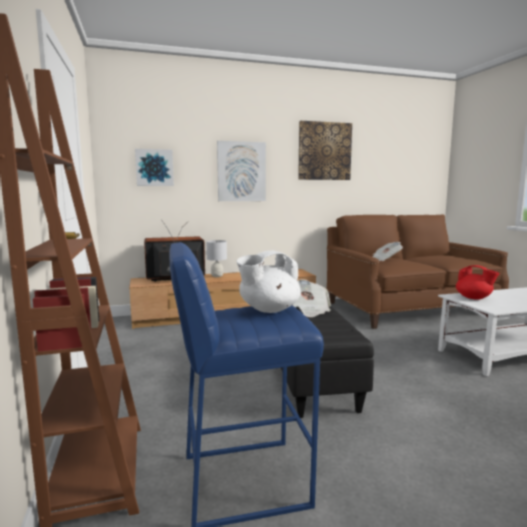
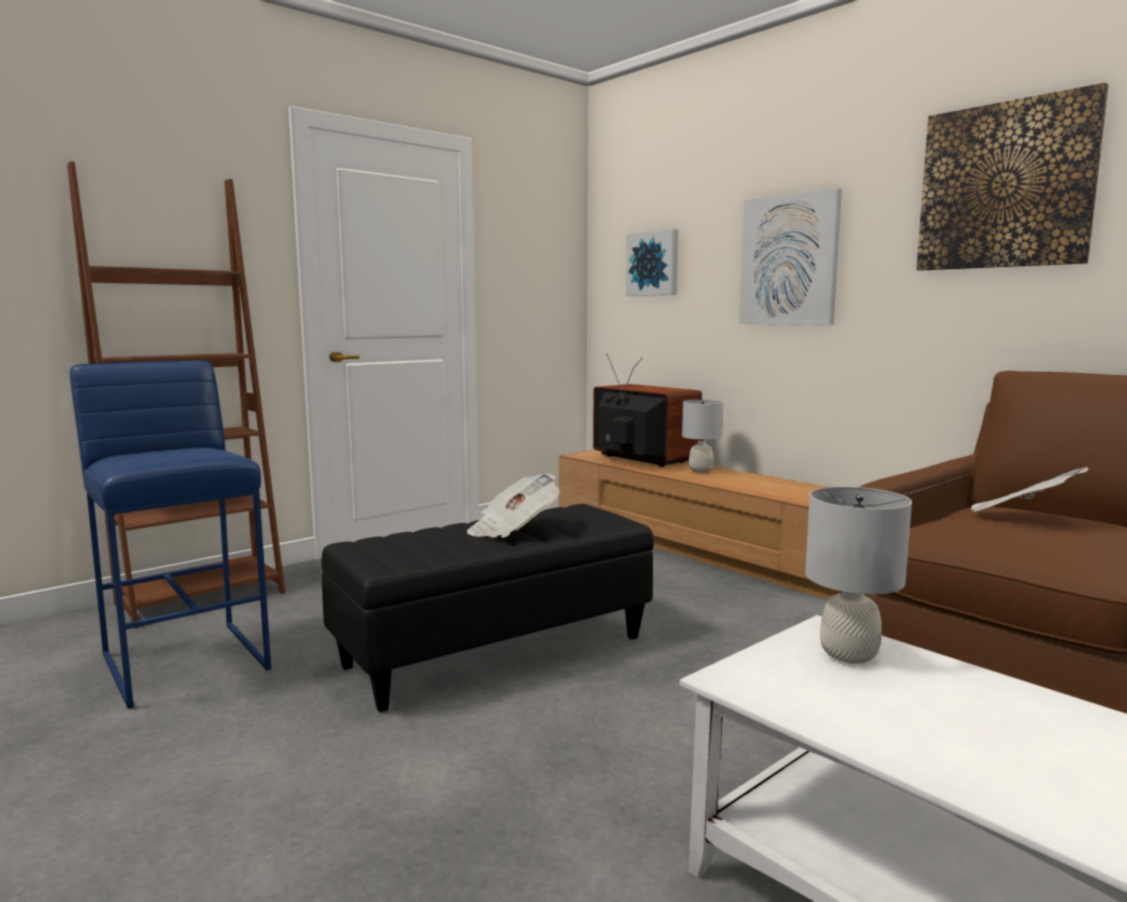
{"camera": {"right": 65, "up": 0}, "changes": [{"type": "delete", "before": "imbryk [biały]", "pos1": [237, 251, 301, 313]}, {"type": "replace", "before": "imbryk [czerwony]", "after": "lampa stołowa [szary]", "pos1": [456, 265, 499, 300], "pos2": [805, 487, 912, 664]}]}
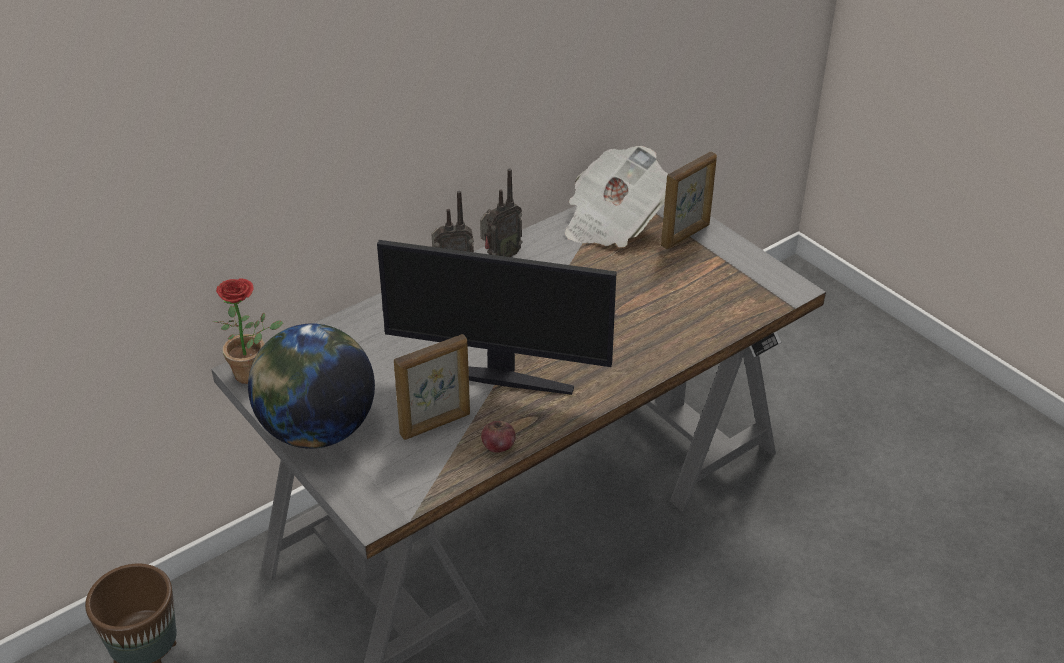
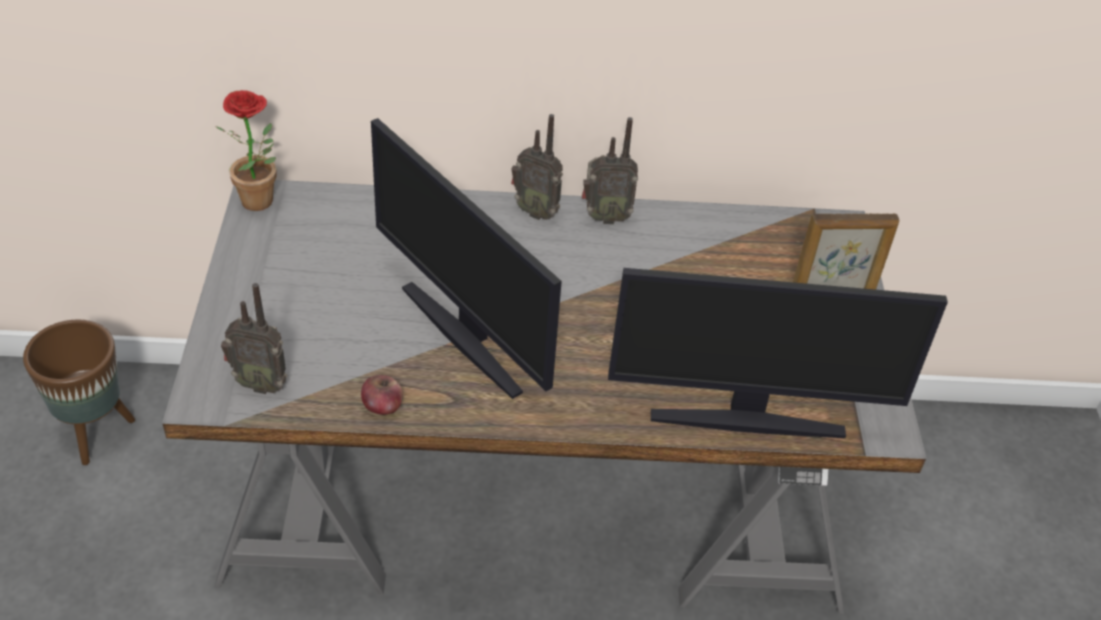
{"camera": {"right": 35, "up": 5}, "changes": [{"type": "delete", "before": "globus", "pos1": [248, 324, 375, 449]}, {"type": "delete", "before": "ramka na zdjęcie", "pos1": [394, 334, 470, 440]}, {"type": "delete", "before": "gazeta", "pos1": [565, 146, 668, 248]}, {"type": "insert", "after": "radio", "pos2": [221, 283, 288, 394]}, {"type": "insert", "after": "monitor", "pos2": [608, 268, 948, 438]}]}
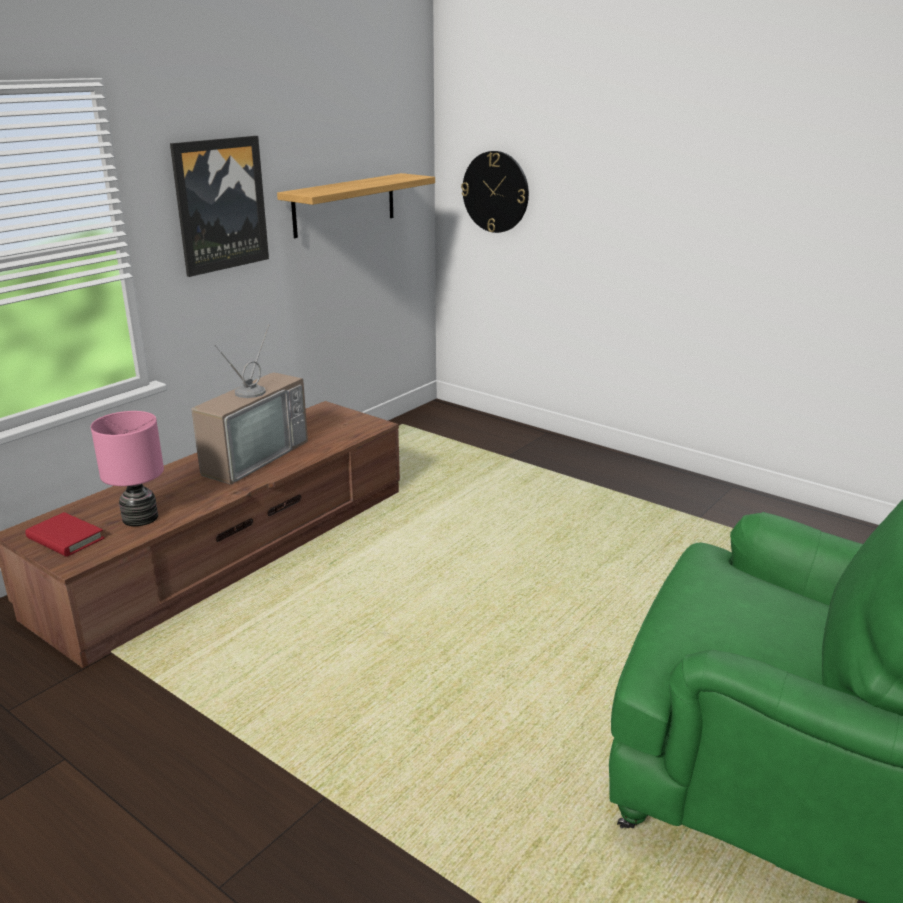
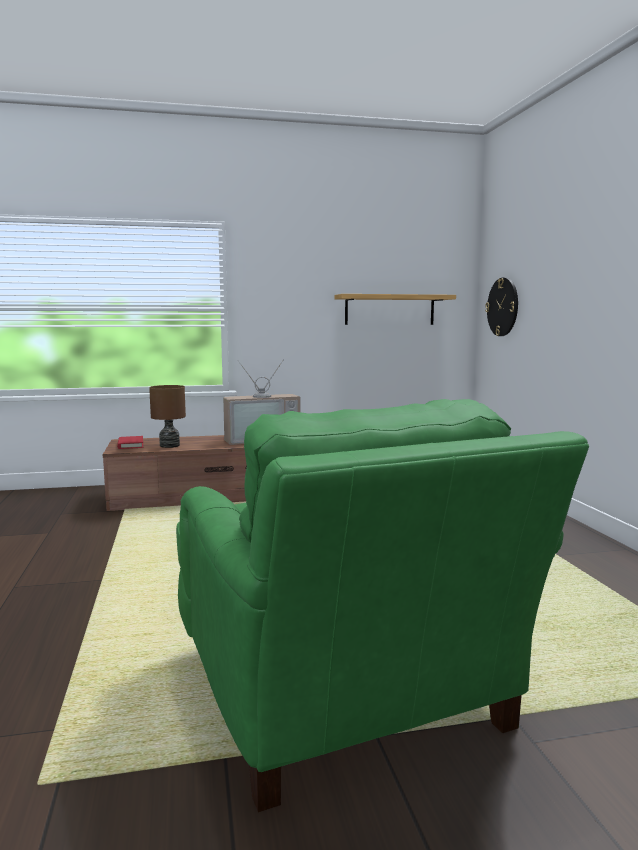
{"camera": {"right": 40, "up": -15}, "changes": [{"type": "recolor", "before": "lampa stołowa [różowy]", "after": "lampa stołowa [brązowy]", "pos1": [91, 411, 164, 526], "pos2": [149, 385, 186, 448]}, {"type": "delete", "before": "obraz", "pos1": [170, 136, 269, 277]}]}
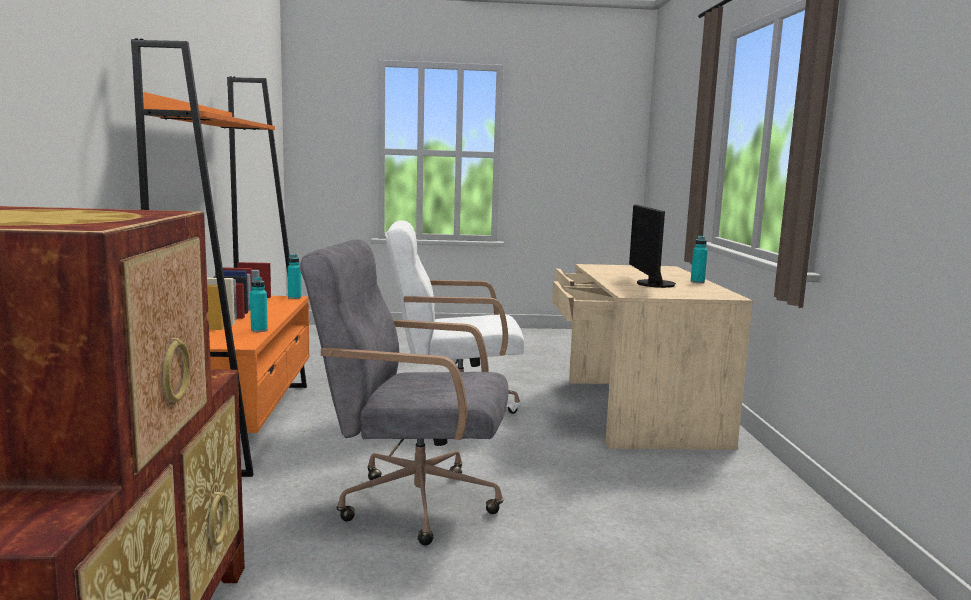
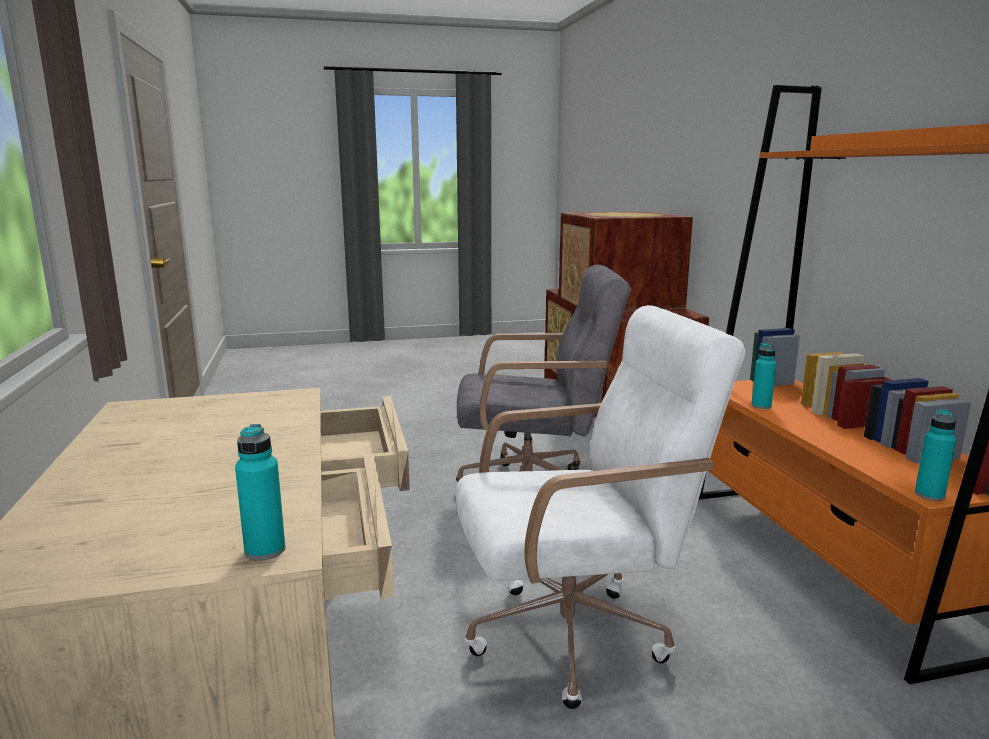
{"camera": {"right": 170, "up": 5}, "changes": [{"type": "delete", "before": "monitor", "pos1": [629, 204, 676, 288]}, {"type": "move", "before": "butelka [turkusowy]", "pos1": [690, 236, 708, 283], "pos2": [235, 424, 285, 561]}]}
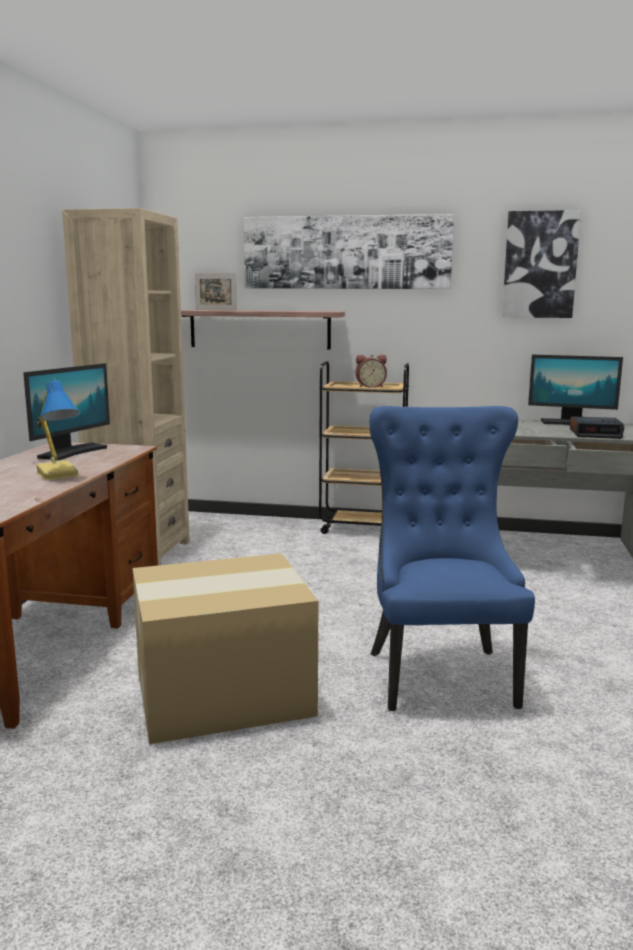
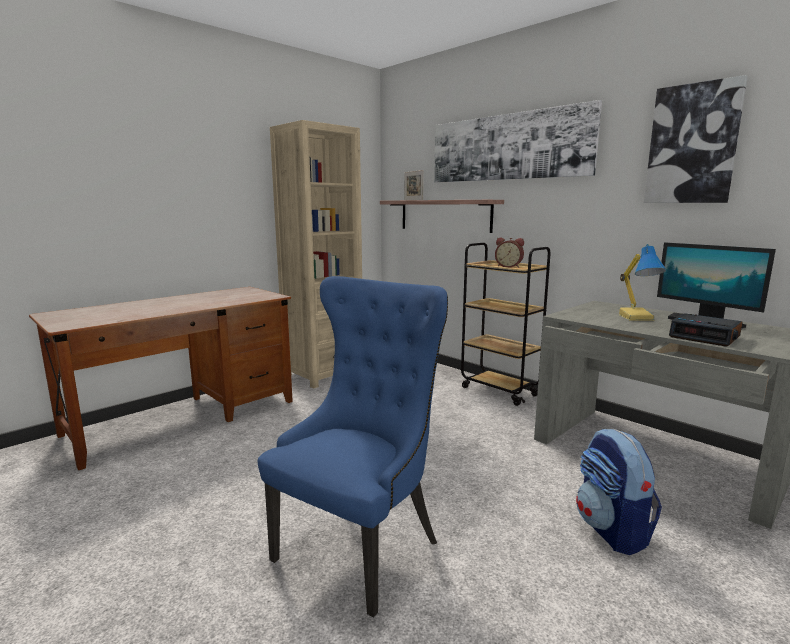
{"camera": {"right": 35, "up": 0}, "changes": [{"type": "delete", "before": "monitor", "pos1": [23, 363, 110, 460]}, {"type": "move", "before": "lampa stołowa", "pos1": [37, 378, 79, 480], "pos2": [619, 244, 666, 321]}, {"type": "delete", "before": "karton", "pos1": [133, 553, 319, 744]}, {"type": "insert", "after": "plecak", "pos2": [576, 429, 662, 555]}]}
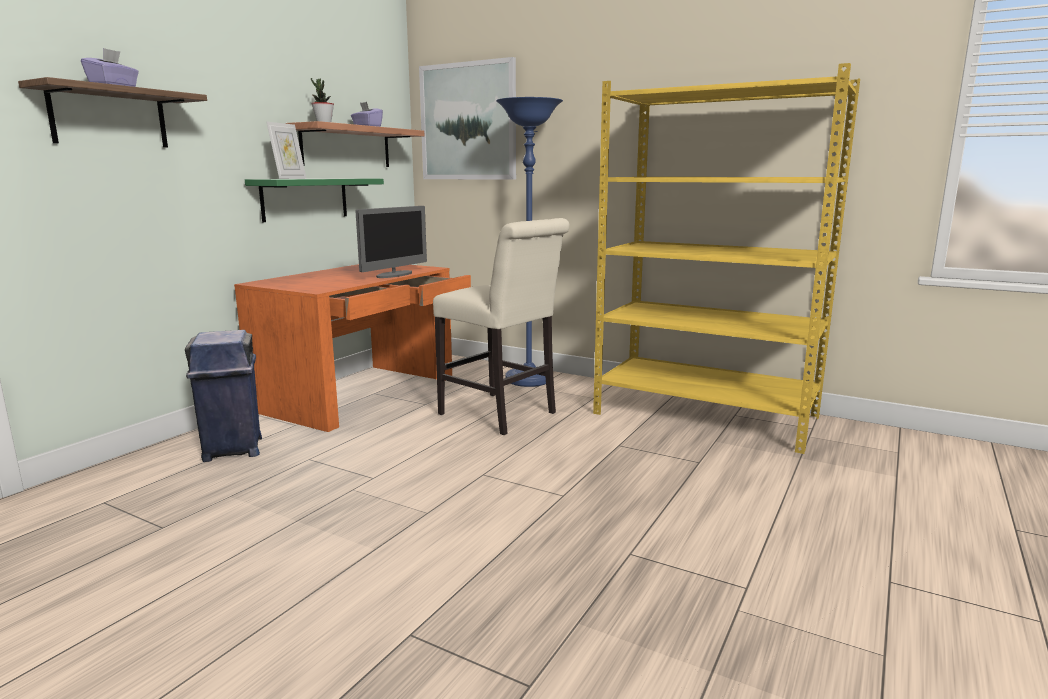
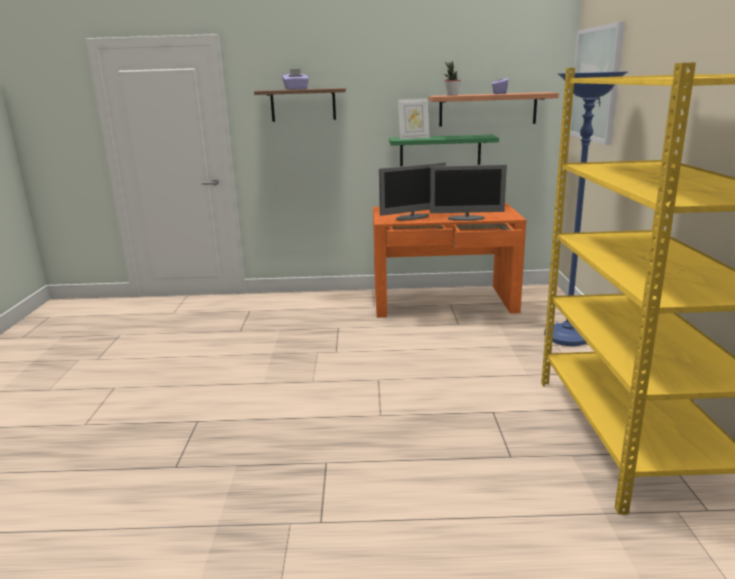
{"camera": {"right": 60, "up": 5}, "changes": [{"type": "delete", "before": "kosz na śmieci [niebieski]", "pos1": [185, 330, 262, 462]}, {"type": "delete", "before": "stołek [beżowy]", "pos1": [433, 218, 570, 435]}, {"type": "insert", "after": "monitor", "pos2": [379, 162, 446, 220]}]}
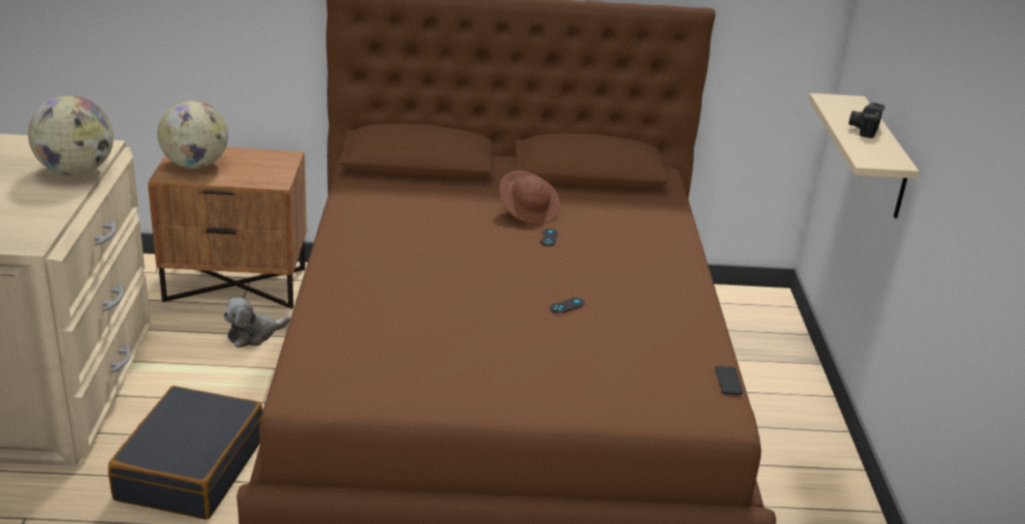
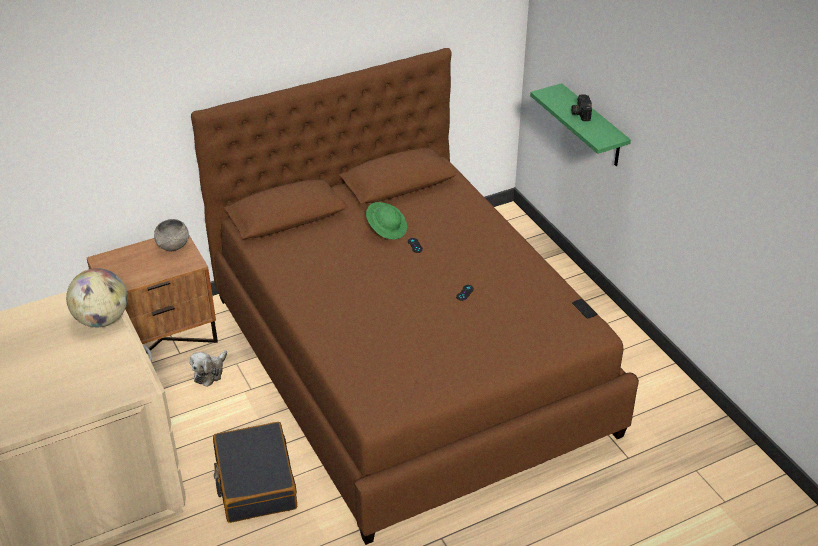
{"camera": {"right": -25, "up": 10}, "changes": [{"type": "delete", "before": "globus", "pos1": [158, 100, 228, 169]}, {"type": "recolor", "before": "kapelusz [brązowy]", "after": "kapelusz [zielony]", "pos1": [500, 170, 560, 224], "pos2": [366, 202, 407, 239]}, {"type": "recolor", "before": "półka [beżowy]", "after": "półka [zielony]", "pos1": [809, 93, 919, 218], "pos2": [530, 83, 631, 166]}, {"type": "insert", "after": "miska [szary]", "pos2": [154, 219, 189, 251]}]}
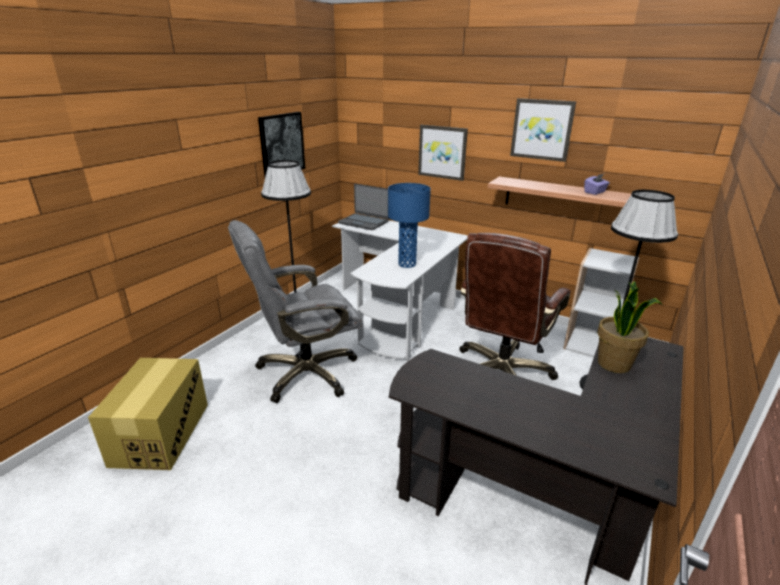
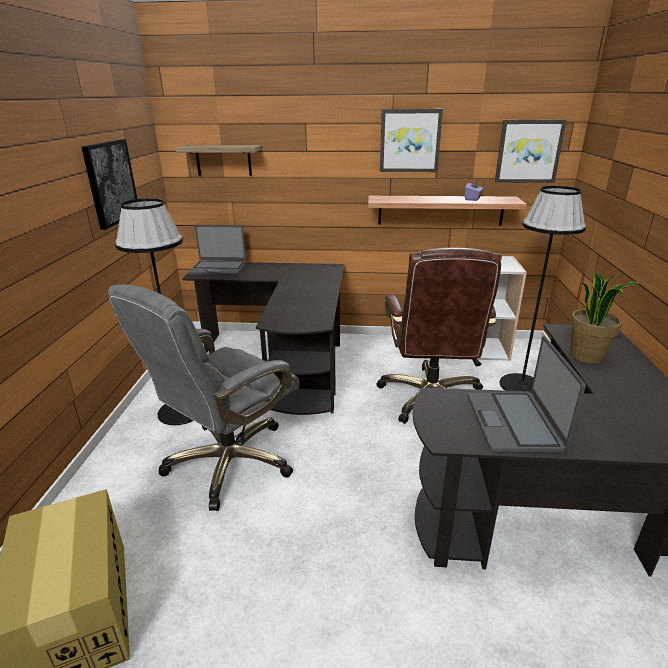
{"camera": {"right": -25, "up": 0}, "changes": [{"type": "recolor", "before": "biurko [biały]", "after": "biurko [czarny]", "pos1": [332, 220, 468, 361], "pos2": [182, 262, 344, 415]}, {"type": "delete", "before": "lampa stołowa [niebieski]", "pos1": [388, 183, 431, 268]}, {"type": "move", "before": "obraz", "pos1": [418, 125, 468, 181], "pos2": [495, 119, 567, 183]}, {"type": "insert", "after": "półka", "pos2": [175, 145, 261, 176]}, {"type": "insert", "after": "laptop", "pos2": [467, 336, 586, 452]}]}
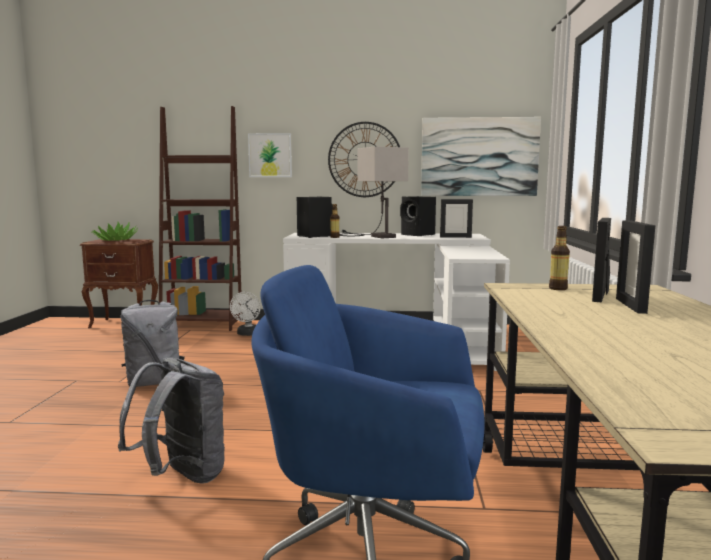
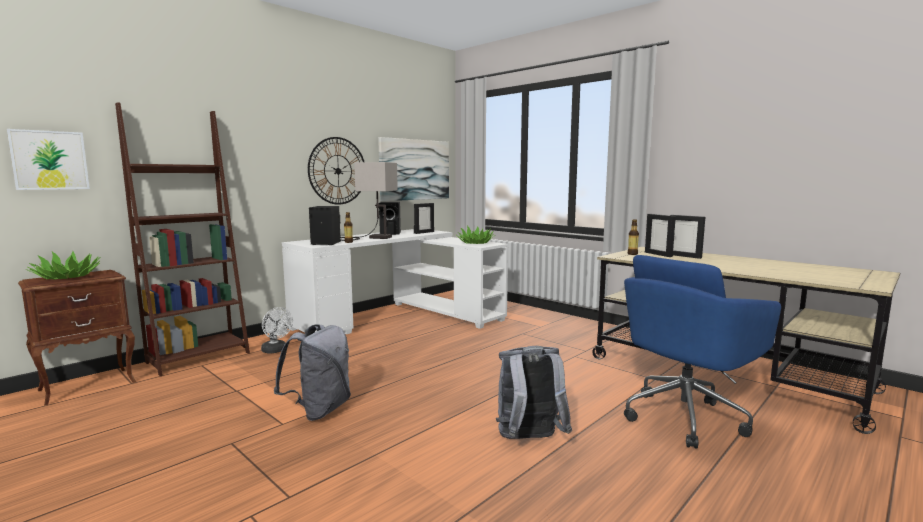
{"camera": {"right": -50, "up": 0}, "changes": [{"type": "move", "before": "obraz", "pos1": [248, 133, 292, 177], "pos2": [7, 129, 90, 190]}, {"type": "insert", "after": "roślina doniczkowa", "pos2": [457, 226, 494, 244]}]}
